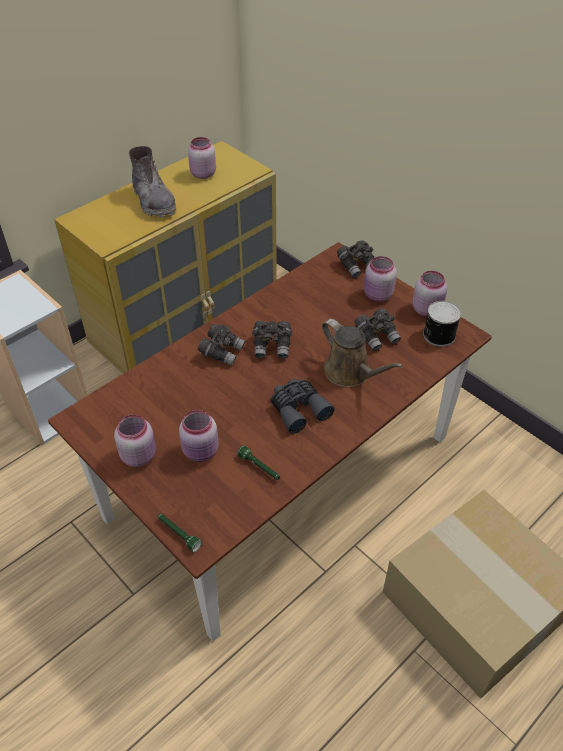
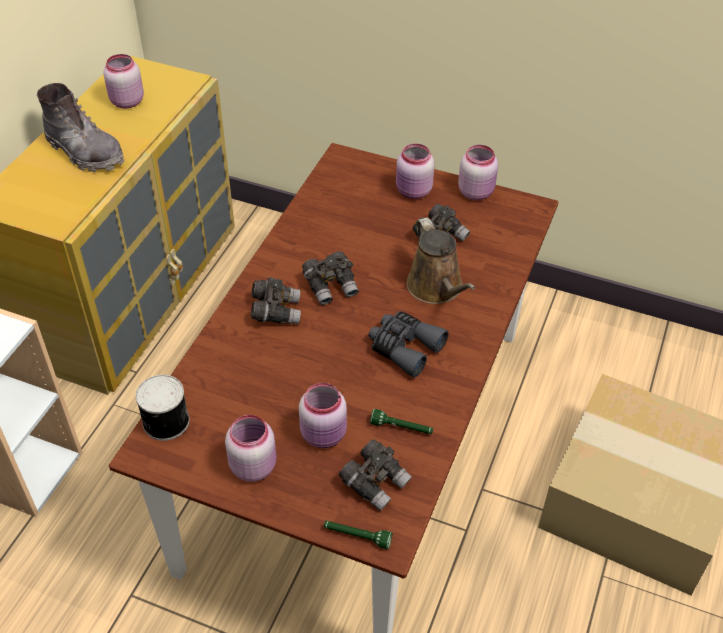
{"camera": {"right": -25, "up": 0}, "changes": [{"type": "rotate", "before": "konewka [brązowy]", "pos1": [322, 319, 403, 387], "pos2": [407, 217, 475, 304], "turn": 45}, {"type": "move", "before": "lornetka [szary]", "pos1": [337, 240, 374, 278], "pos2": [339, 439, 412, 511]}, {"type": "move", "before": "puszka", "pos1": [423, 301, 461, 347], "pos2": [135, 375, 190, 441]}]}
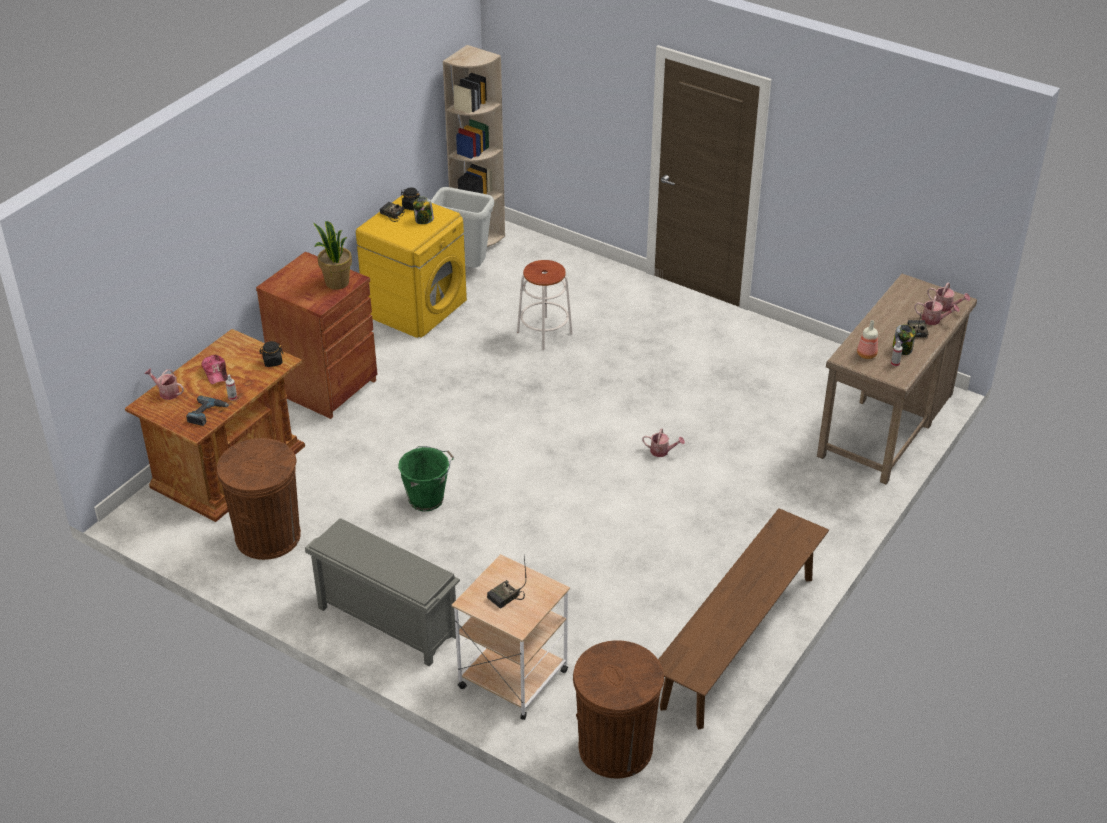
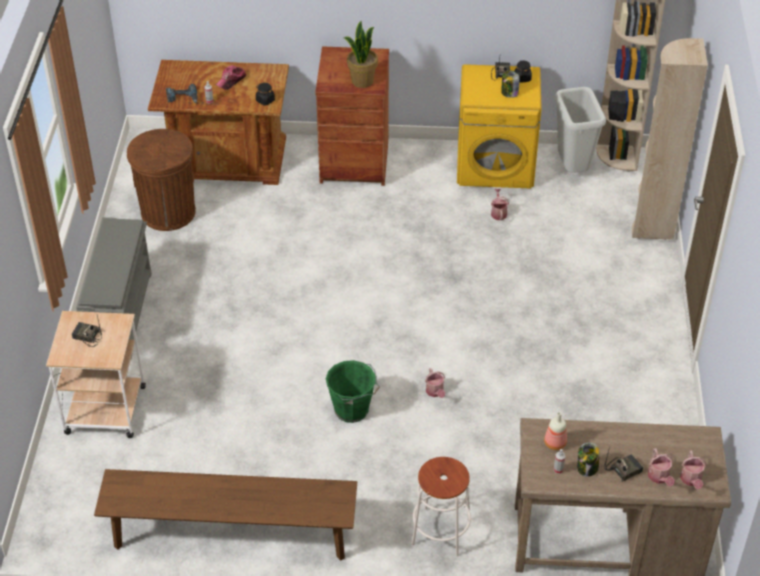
{"camera": {"right": 60, "up": 5}, "changes": [{"type": "move", "before": "konewka", "pos1": [144, 368, 184, 400], "pos2": [491, 189, 509, 220]}, {"type": "move", "before": "wiadro [zielony]", "pos1": [398, 446, 454, 511], "pos2": [326, 360, 380, 423]}, {"type": "move", "before": "stołek [biały]", "pos1": [517, 260, 573, 350], "pos2": [412, 457, 471, 556]}, {"type": "delete", "before": "kosz na śmieci [brązowy]", "pos1": [573, 640, 664, 779]}, {"type": "insert", "after": "regał [beżowy]", "pos2": [632, 38, 708, 240]}]}
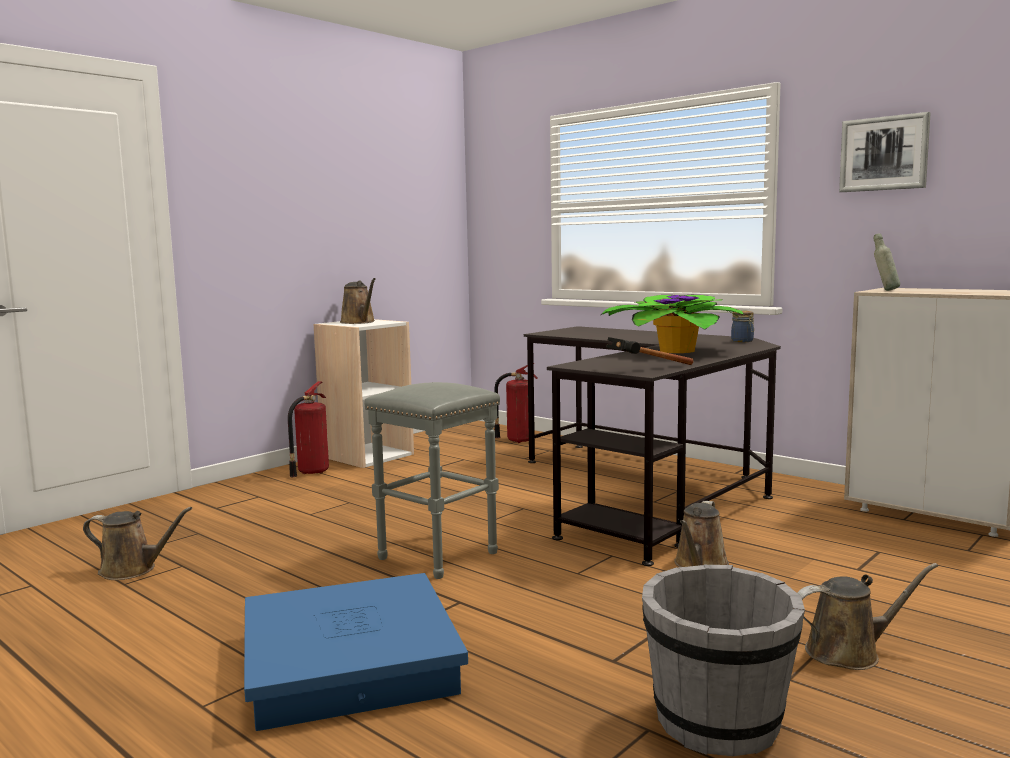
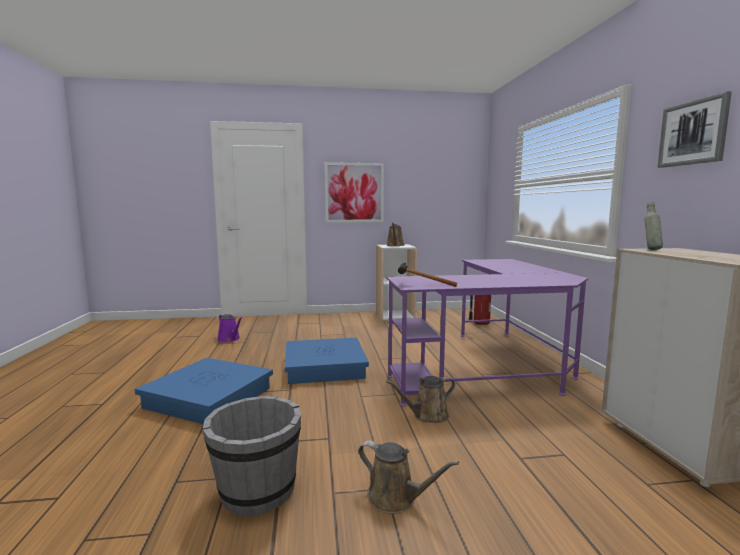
{"camera": {"right": 40, "up": 0}, "changes": [{"type": "recolor", "before": "konewka [brązowy]", "after": "konewka [fioletowy]", "pos1": [83, 507, 192, 580], "pos2": [217, 314, 242, 342]}, {"type": "delete", "before": "gaśnica", "pos1": [288, 381, 329, 477]}, {"type": "replace", "before": "stołek [szary]", "after": "pojemnik do przechowywania [niebieski]", "pos1": [364, 382, 500, 579], "pos2": [285, 338, 369, 384]}, {"type": "recolor", "before": "biurko [czarny]", "after": "biurko [fioletowy]", "pos1": [524, 326, 781, 566], "pos2": [386, 259, 588, 406]}, {"type": "delete", "before": "roślina doniczkowa", "pos1": [601, 295, 745, 353]}, {"type": "delete", "before": "słoik", "pos1": [731, 311, 754, 342]}, {"type": "insert", "after": "obraz", "pos2": [325, 162, 384, 223]}]}
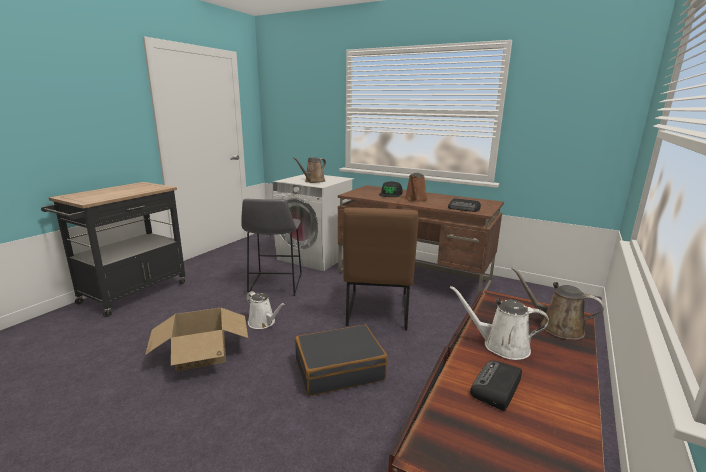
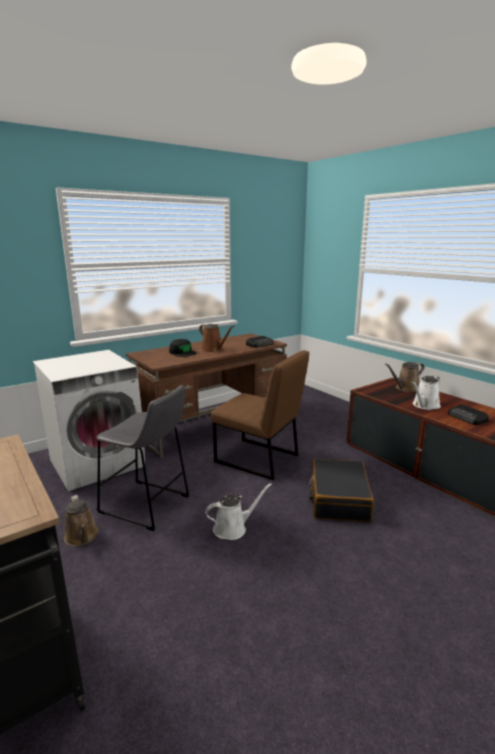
{"camera": {"right": -65, "up": 0}, "changes": [{"type": "delete", "before": "karton", "pos1": [145, 308, 248, 372]}, {"type": "move", "before": "konewka [brązowy]", "pos1": [293, 157, 326, 183], "pos2": [64, 495, 99, 546]}]}
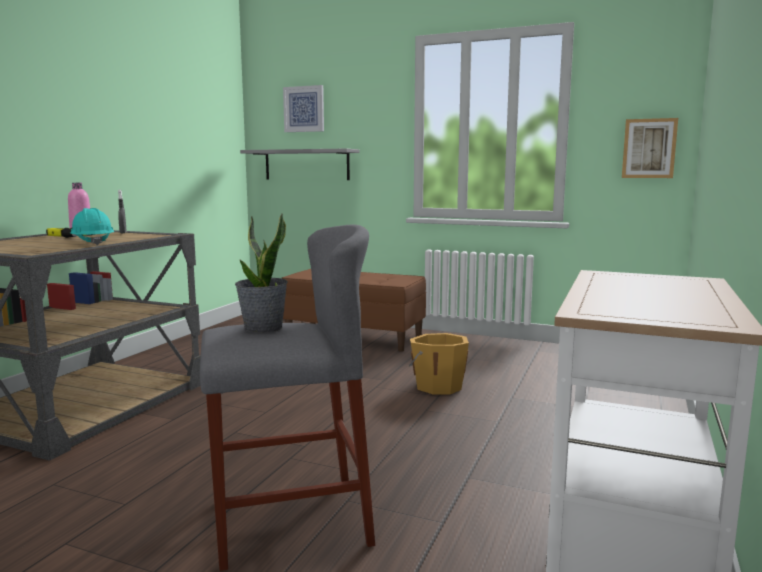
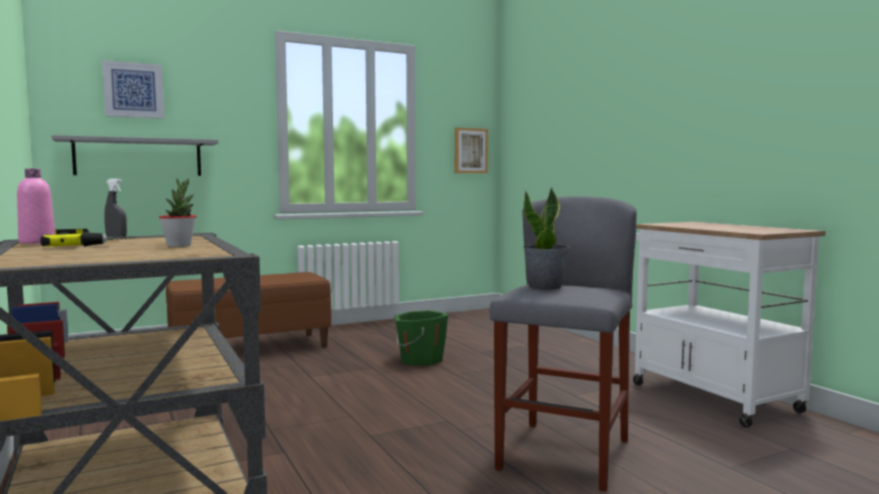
{"camera": {"right": -50, "up": -5}, "changes": [{"type": "replace", "before": "kask [turkusowy]", "after": "roślina doniczkowa", "pos1": [70, 208, 114, 246], "pos2": [159, 178, 197, 247]}, {"type": "recolor", "before": "wiadro [pomarańczowy]", "after": "wiadro [zielony]", "pos1": [409, 333, 469, 394], "pos2": [394, 310, 448, 366]}]}
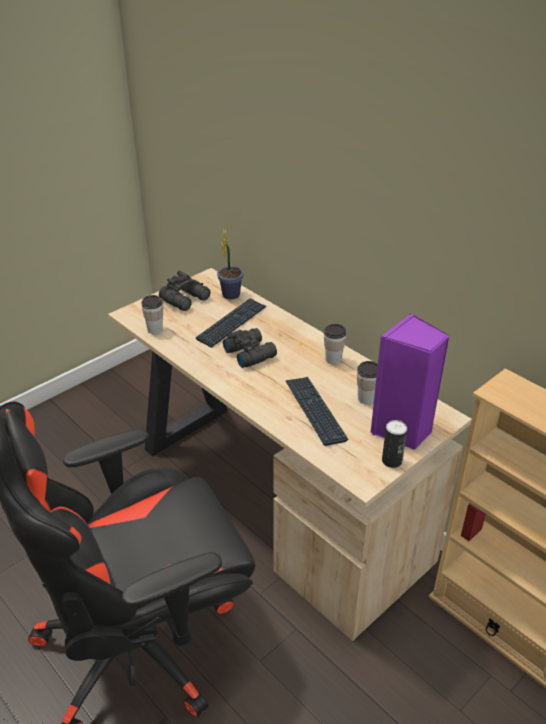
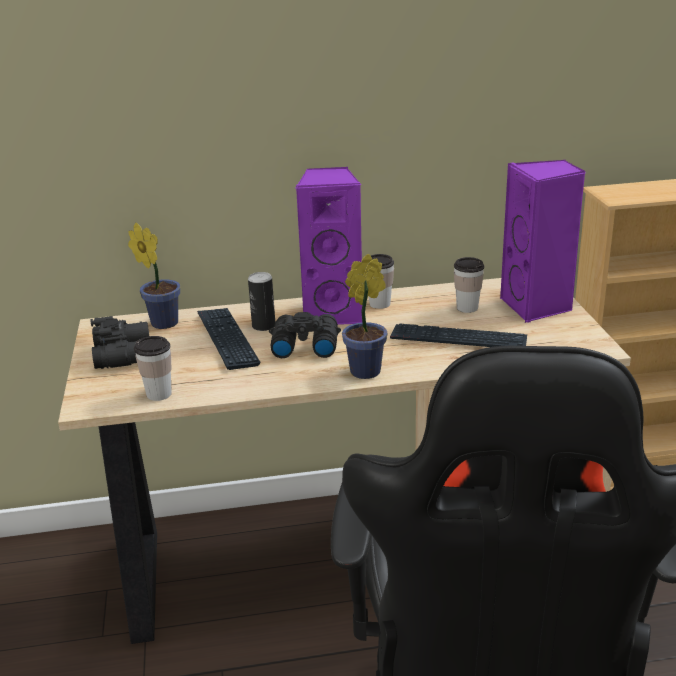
{"camera": {"right": -55, "up": -10}, "changes": [{"type": "move", "before": "puszka", "pos1": [382, 420, 407, 468], "pos2": [248, 272, 275, 331]}, {"type": "insert", "after": "głośnik [fioletowy]", "pos2": [295, 167, 362, 325]}, {"type": "insert", "after": "roślina doniczkowa", "pos2": [342, 254, 387, 379]}]}
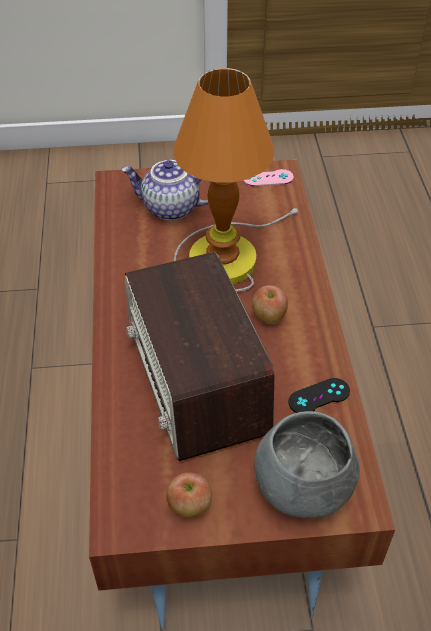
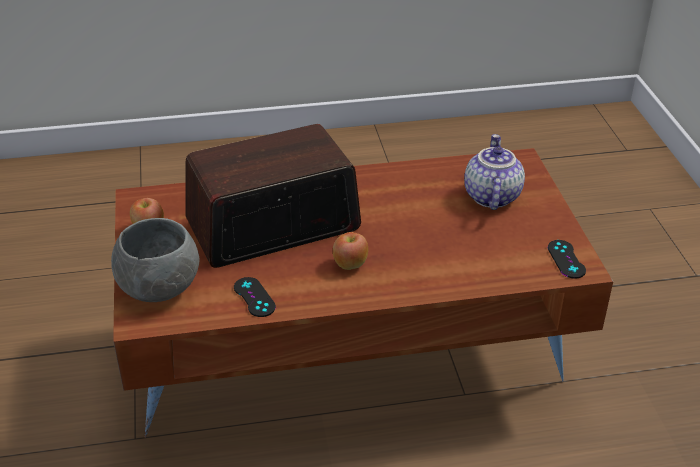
{"camera": {"right": 85, "up": -10}, "changes": [{"type": "delete", "before": "lampa stołowa", "pos1": [173, 68, 300, 292]}, {"type": "recolor", "before": "pad do gier [różowy]", "after": "pad do gier [czarny]", "pos1": [243, 169, 294, 186], "pos2": [548, 240, 586, 279]}]}
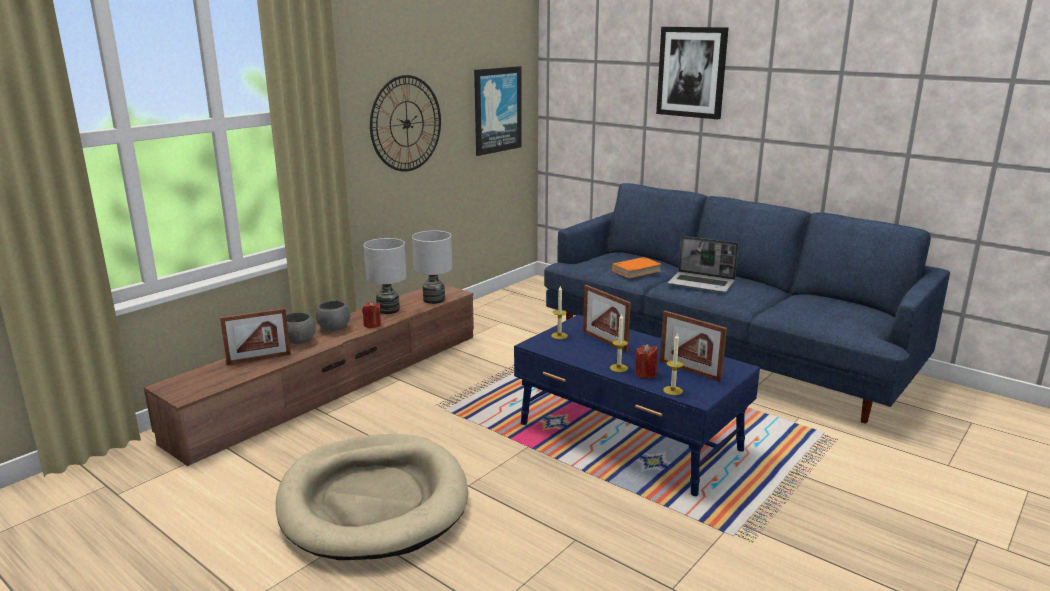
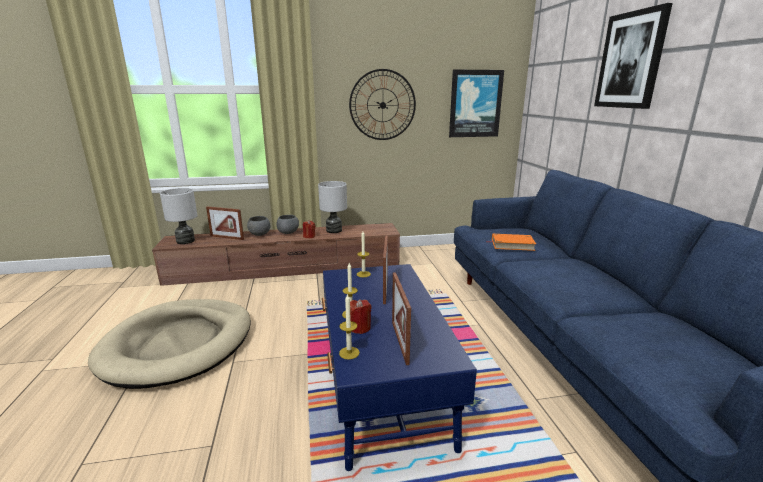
{"camera": {"right": 40, "up": 0}, "changes": [{"type": "move", "before": "lampa stołowa [szary]", "pos1": [412, 230, 452, 304], "pos2": [160, 188, 198, 244]}, {"type": "delete", "before": "laptop", "pos1": [668, 236, 739, 293]}]}
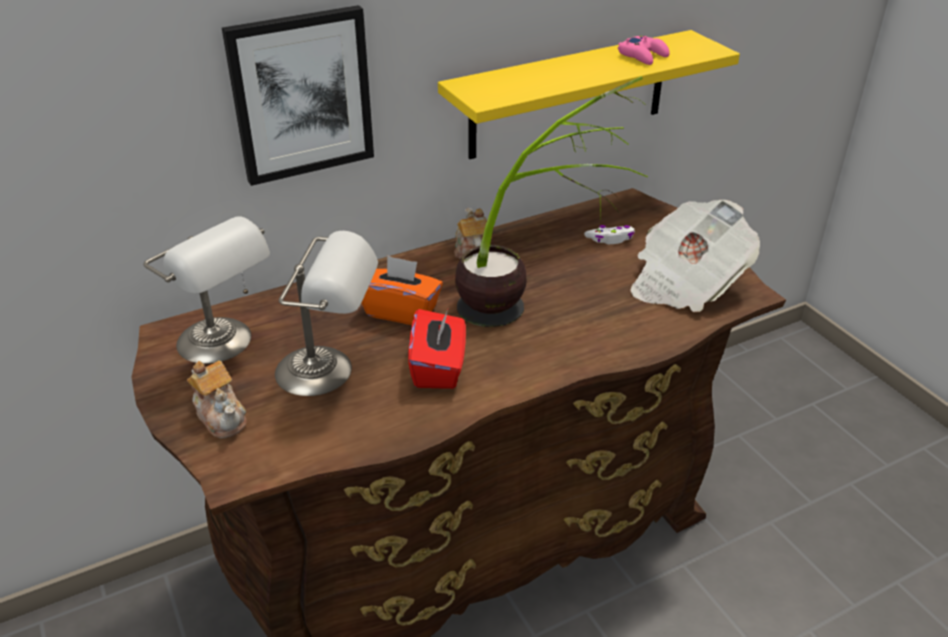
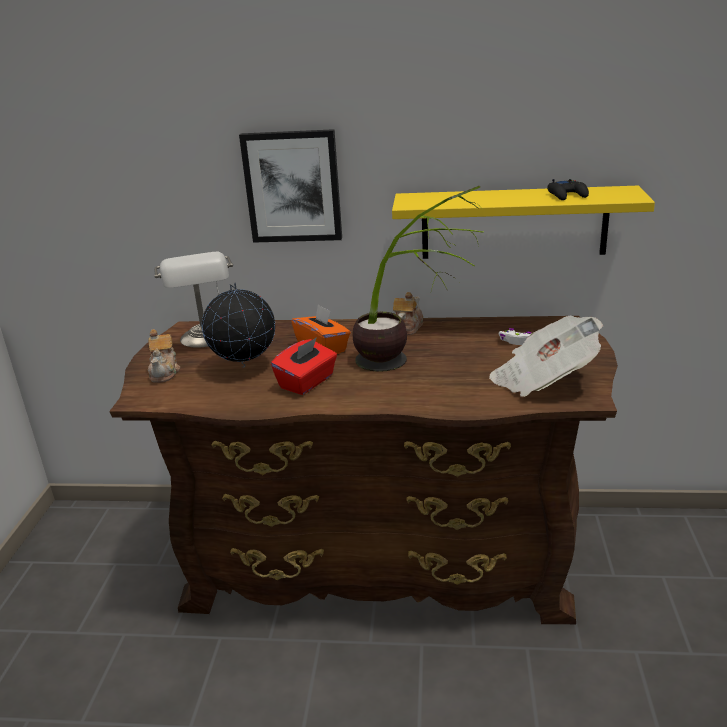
{"camera": {"right": 35, "up": -10}, "changes": [{"type": "replace", "before": "lampa stołowa [biały]", "after": "globus", "pos1": [275, 231, 378, 396], "pos2": [202, 282, 275, 368]}, {"type": "recolor", "before": "pad do gier [różowy]", "after": "pad do gier [czarny]", "pos1": [618, 36, 670, 65], "pos2": [547, 179, 589, 200]}]}
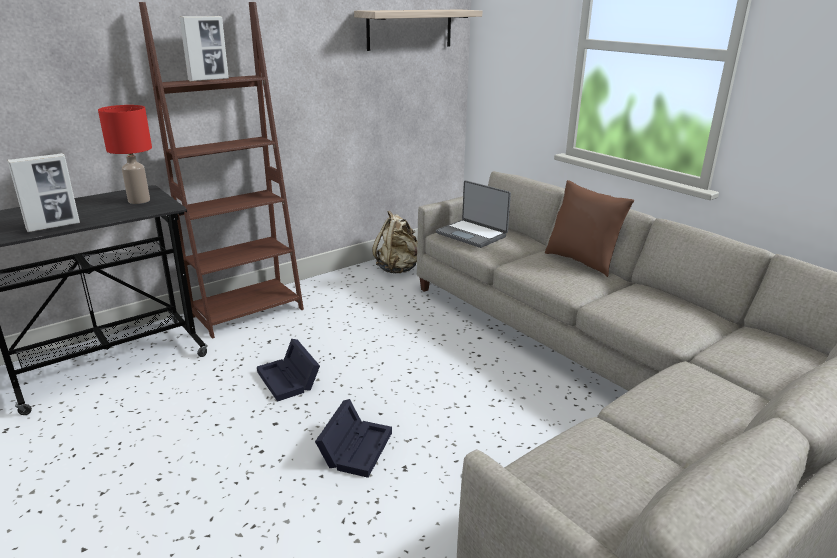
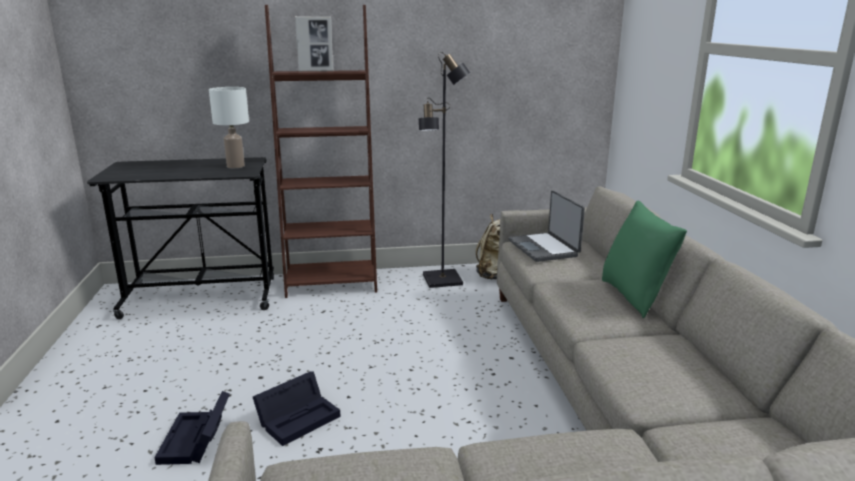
{"camera": {"right": 30, "up": -5}, "changes": [{"type": "delete", "before": "ramka na zdjęcie", "pos1": [7, 153, 80, 232]}, {"type": "recolor", "before": "lampa stołowa [czerwony]", "after": "lampa stołowa [biały]", "pos1": [98, 105, 152, 204], "pos2": [209, 87, 249, 168]}, {"type": "move", "before": "pojemnik do przechowywania [czarny]", "pos1": [257, 339, 320, 402], "pos2": [154, 391, 230, 465]}, {"type": "delete", "before": "półka", "pos1": [354, 10, 483, 51]}, {"type": "recolor", "before": "poduszka [brązowy]", "after": "poduszka [zielony]", "pos1": [545, 180, 635, 277], "pos2": [602, 201, 687, 318]}, {"type": "insert", "after": "lampa stojąca [czarny]", "pos2": [419, 52, 470, 288]}]}
